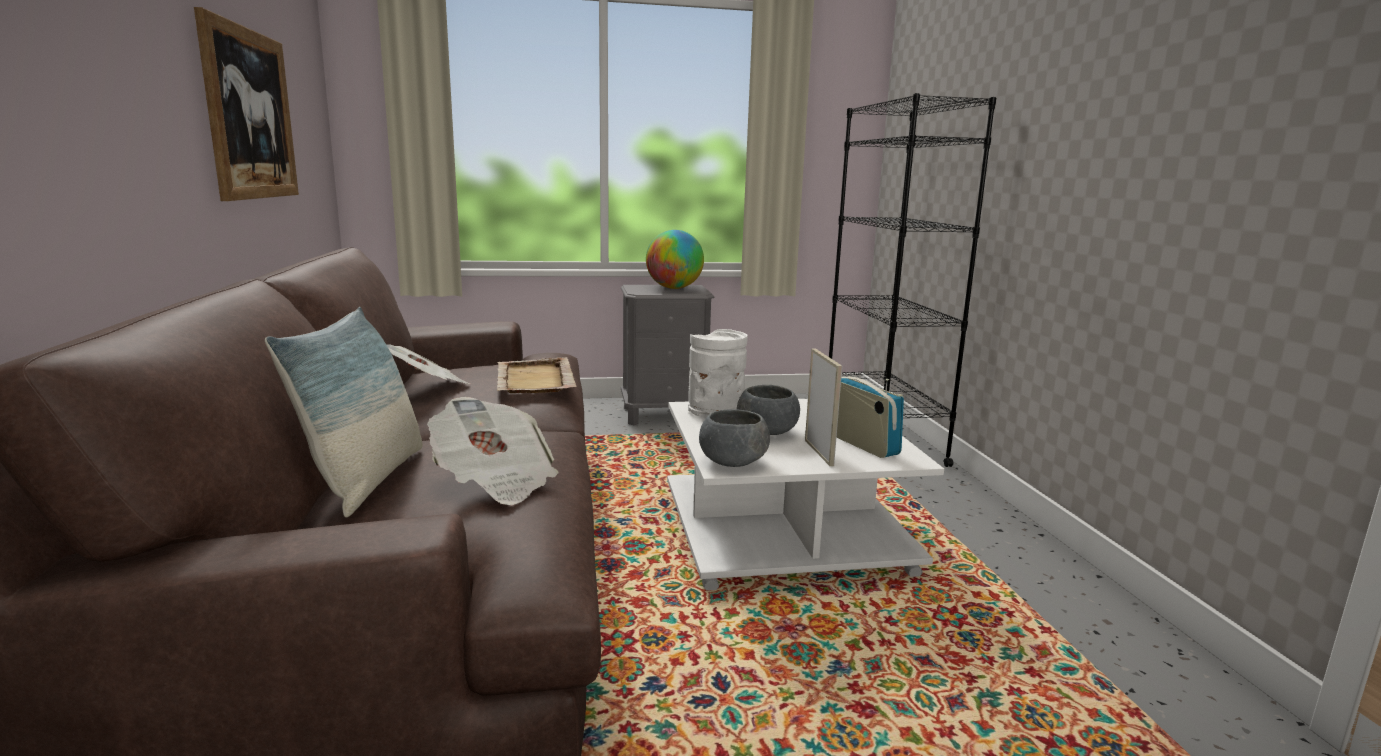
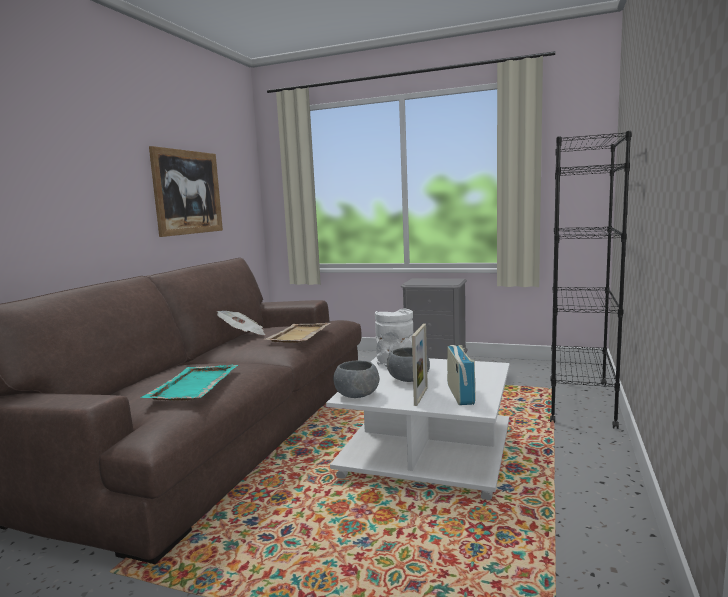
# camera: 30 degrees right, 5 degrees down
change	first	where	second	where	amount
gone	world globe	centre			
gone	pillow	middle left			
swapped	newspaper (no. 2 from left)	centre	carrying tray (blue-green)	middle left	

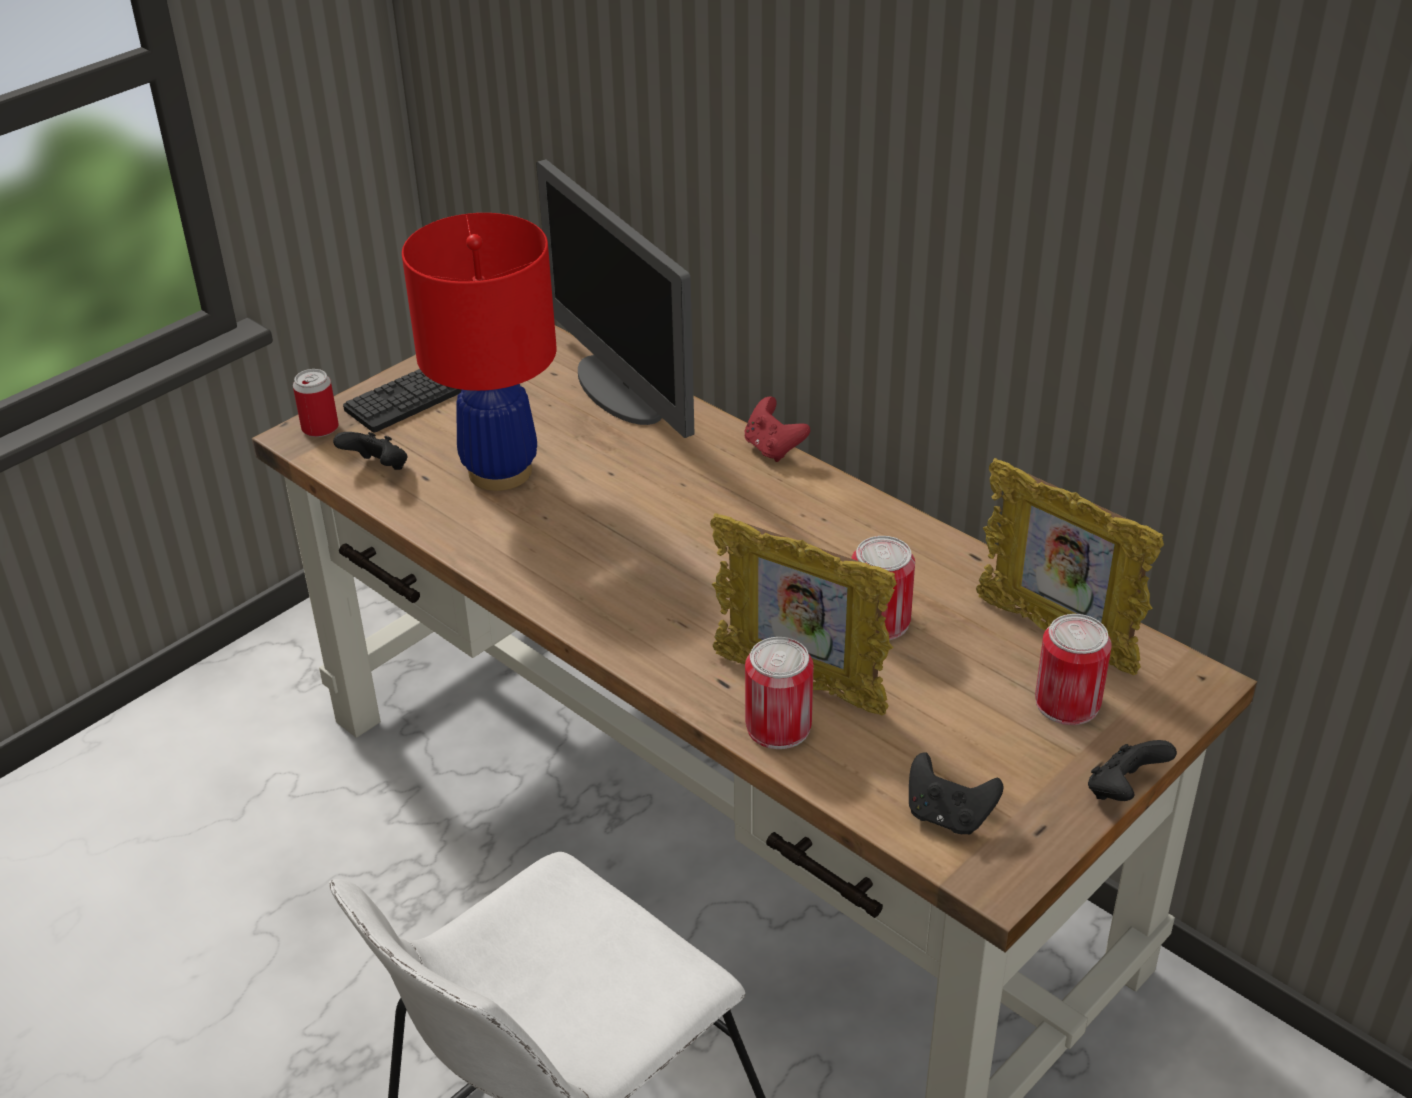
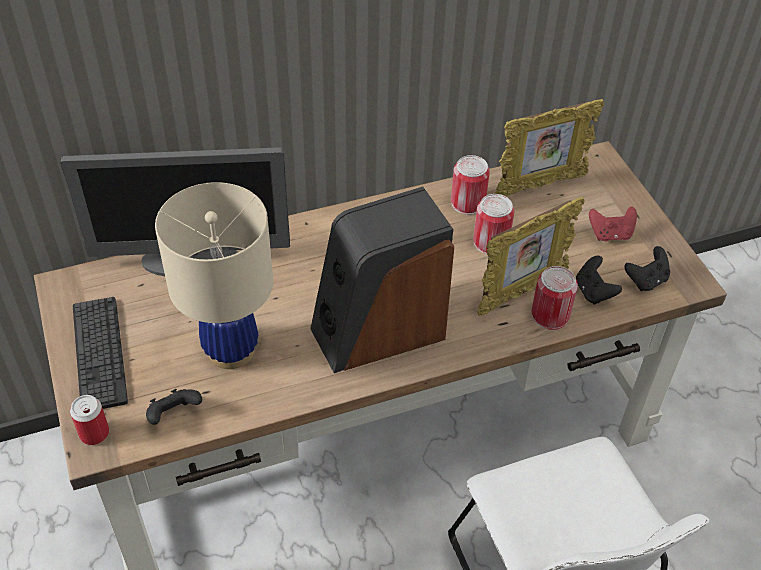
# camera: 65 degrees left, 10 degrees up
change	first	where	second	where	amount
repainted	tabletop lamp (reddish)	top centre	tabletop lamp (sand-coloured)	middle left	
shifted	gamepad (reddish)	centre		middle right	
shifted	sealed can (no. 4 from left in the first image)	middle right	sealed can (no. 2 from left)	top centre	
shifted	gamepad (black) (no. 3 from left in the first image)	bottom right	gamepad (black) (no. 2 from left)	middle right	
new			speaker	centre	

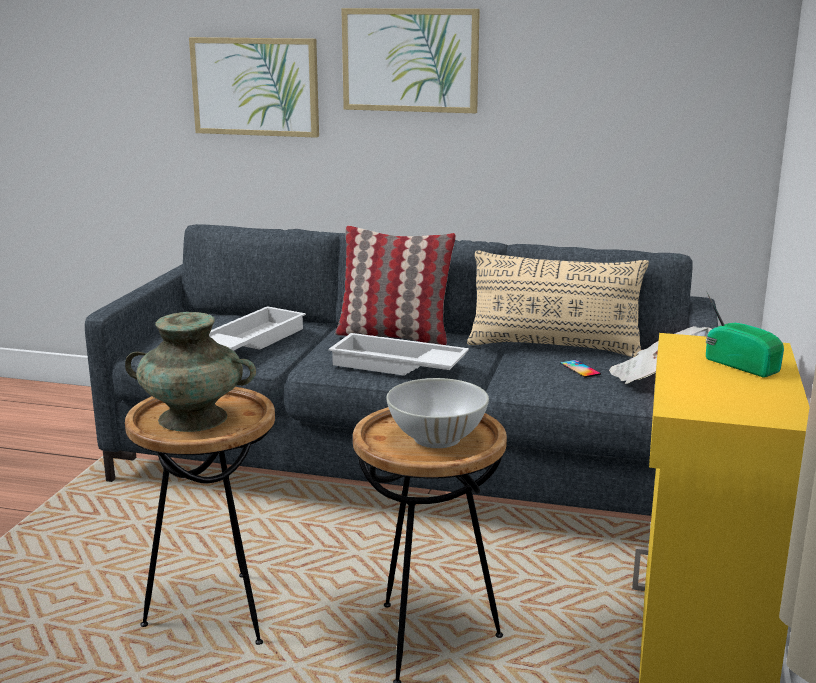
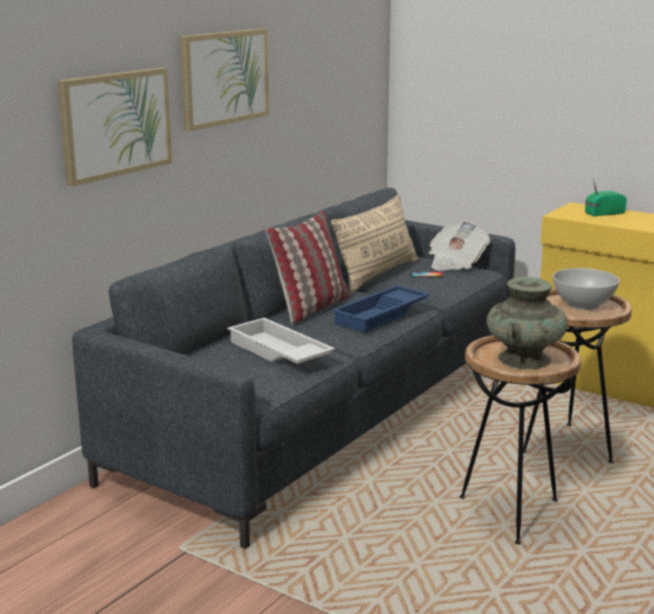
# camera: 70 degrees left, 0 degrees up
change	first	where	second	where	amount
repainted	carrying tray (whitish) (no. 2 from left)	centre	carrying tray (bluish)	centre	

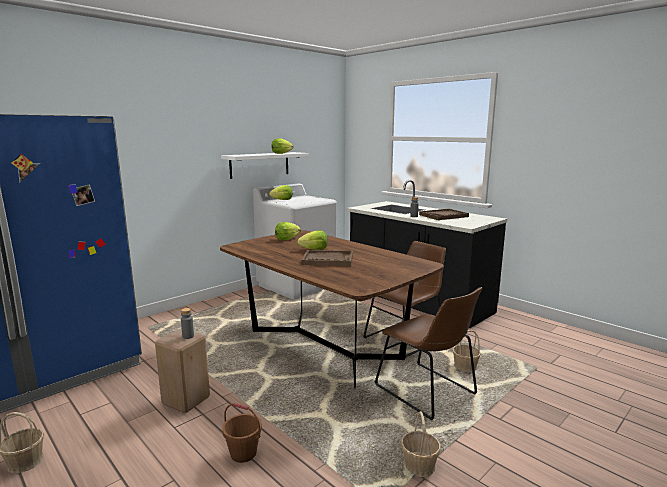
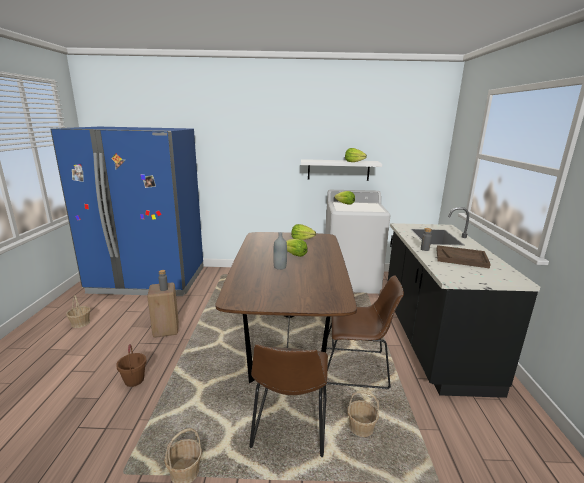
# camera: 45 degrees right, 5 degrees up
change	first	where	second	where	amount
swapped	carrying tray (brownish) (no. 1 from left)	centre	drink bottle (gray) (no. 2 from left)	centre	

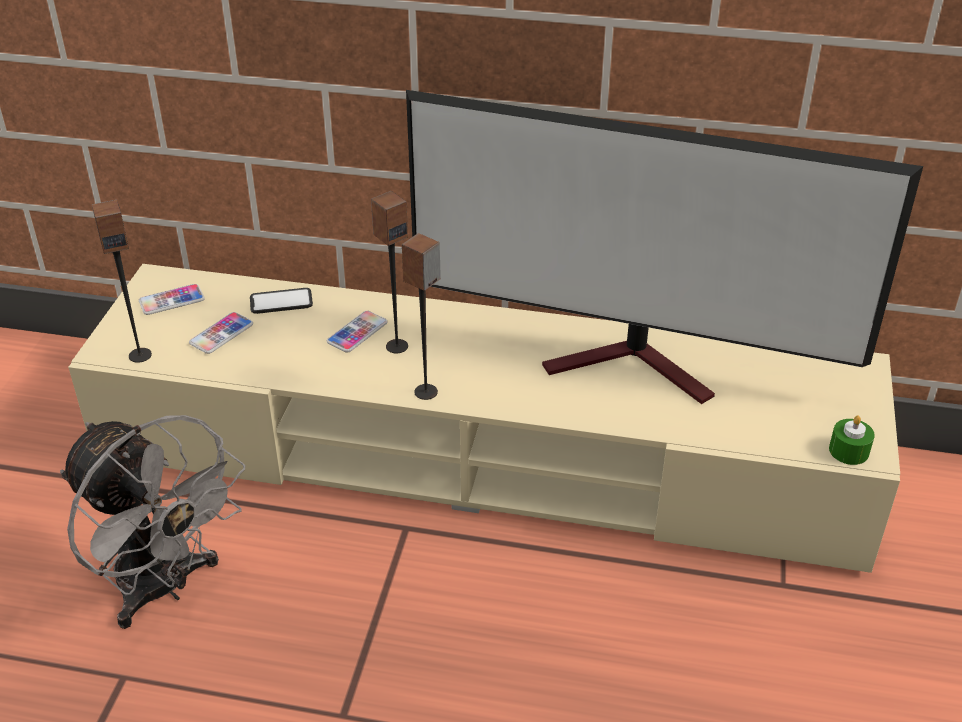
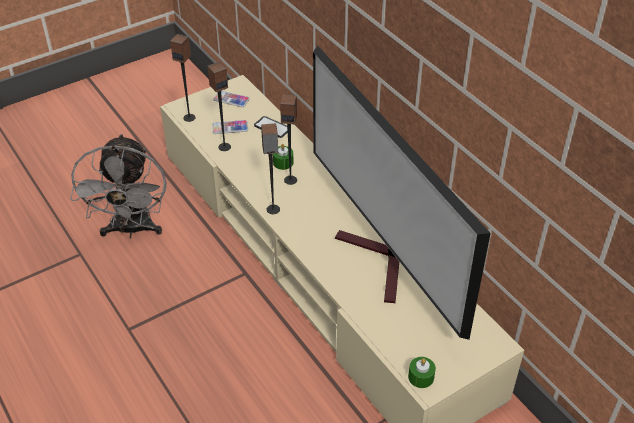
# camera: 45 degrees right, 5 degrees up
change	first	where	second	where	amount
swapped	telephone (no. 4 from left)	centre	wax light (green-coloured) (no. 1 from left)	centre	
new			speaker (no. 2 from left)	top centre	

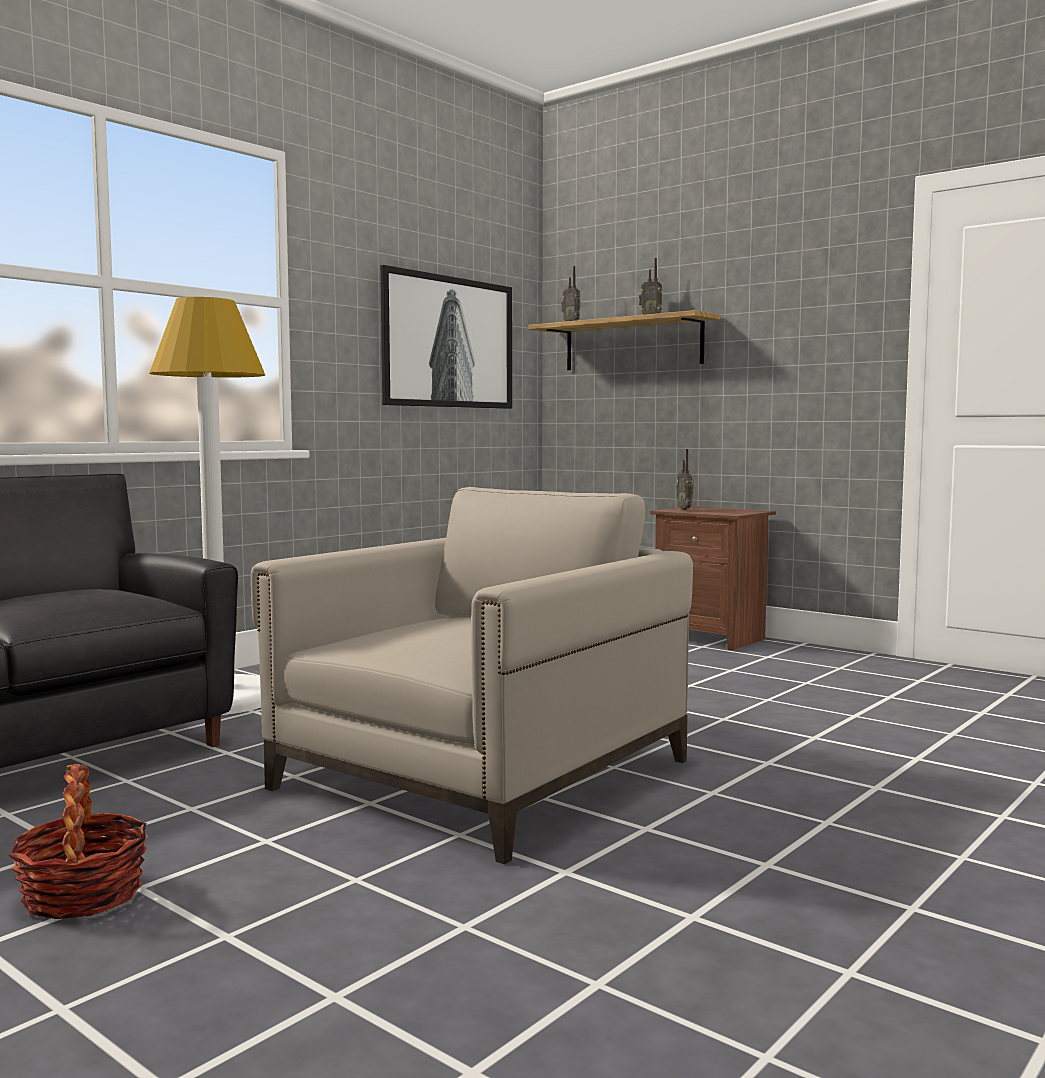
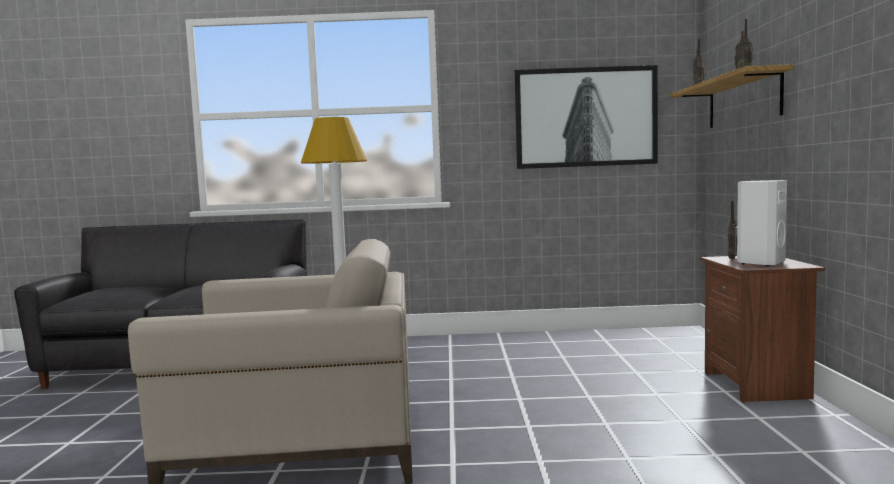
# camera: 50 degrees right, 0 degrees up
change	first	where	second	where	amount
gone	basket	bottom left			
new			speaker (whitish)	middle right	

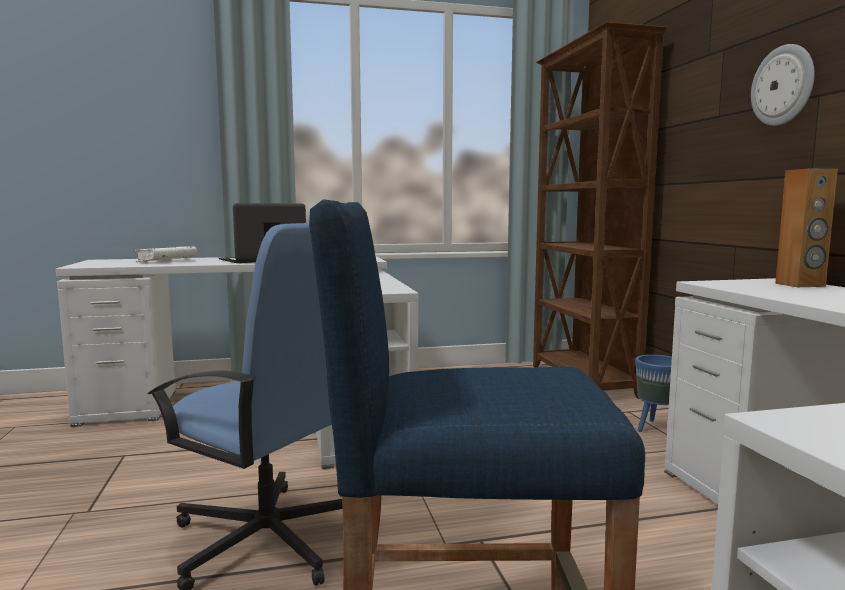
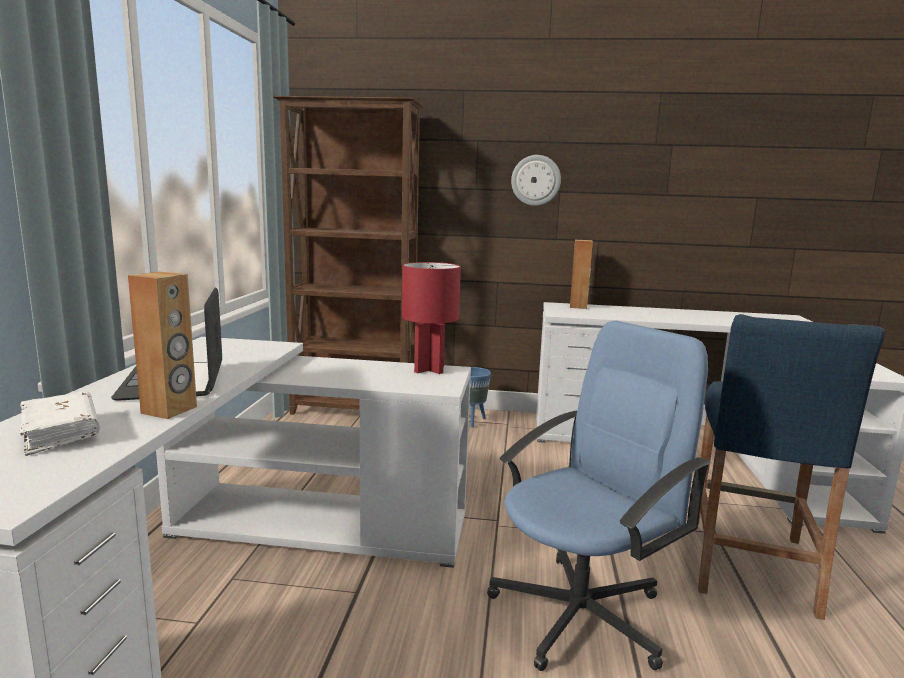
# camera: 70 degrees left, 5 degrees up
change	first	where	second	where	amount
new			tabletop lamp (reddish)	centre	
new			speaker (brownish) (no. 1 from left)	middle left	

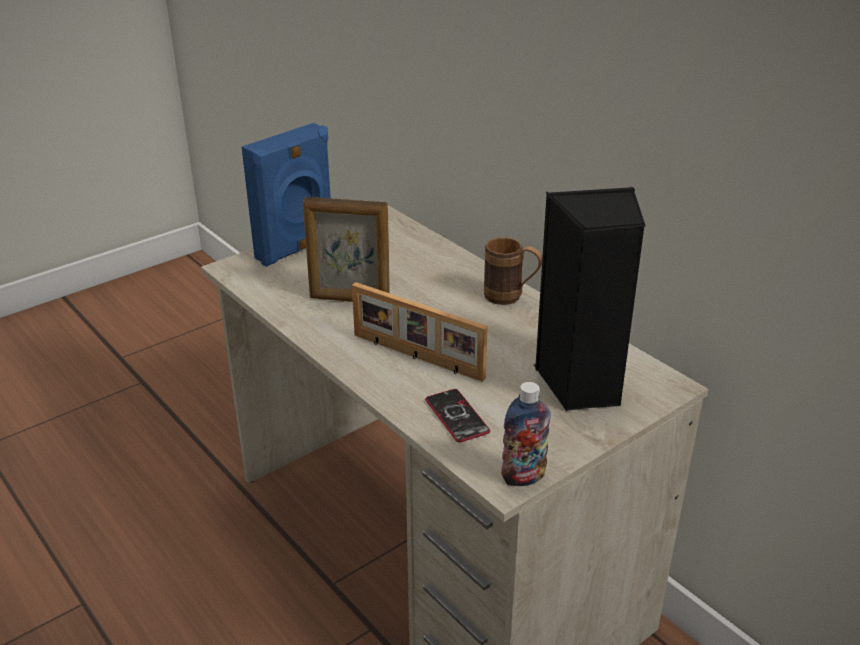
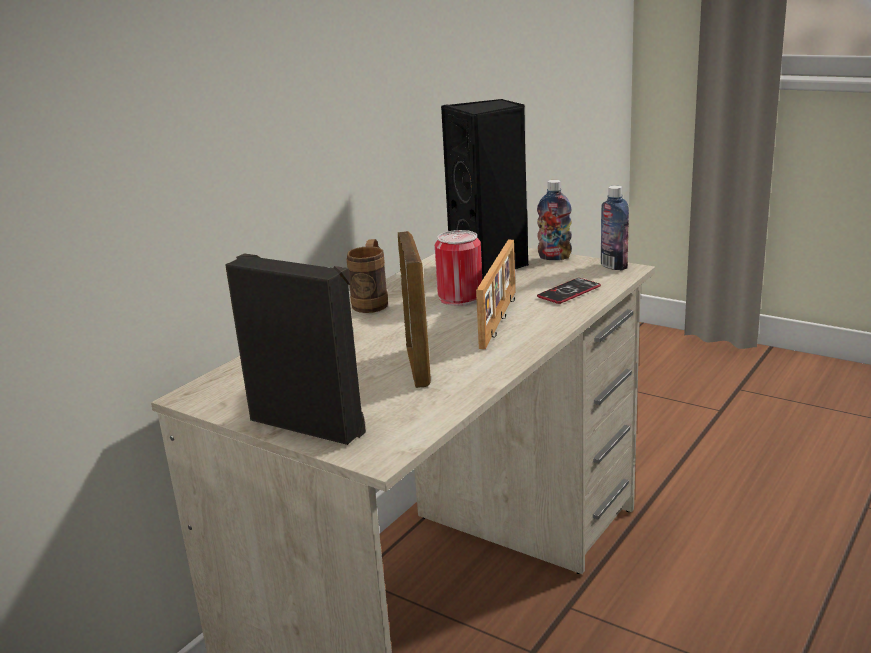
# camera: 105 degrees left, 10 degrees down
change	first	where	second	where	amount
repainted	speaker (bluish)	top left	speaker (black) (no. 1 from left)	centre	
new			drink bottle (no. 1 from left)	centre	
new			sealed can	centre	

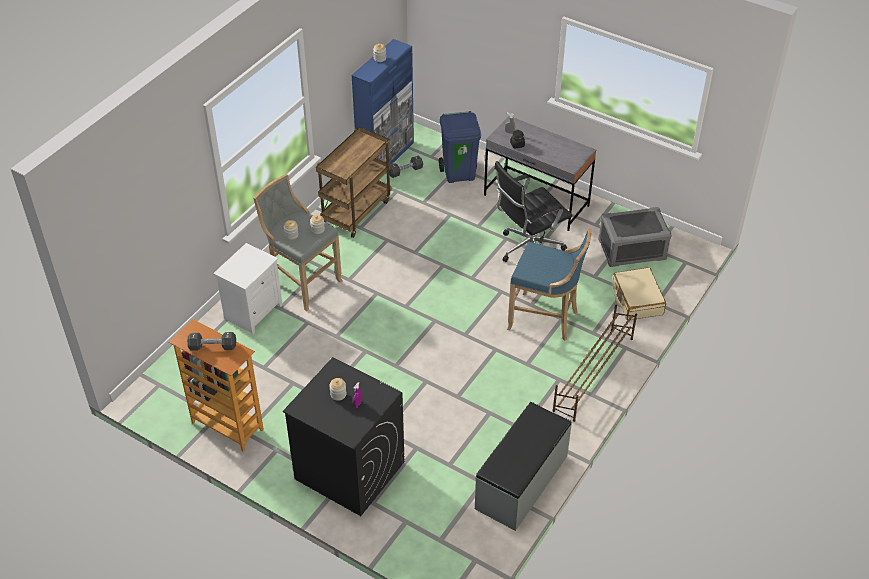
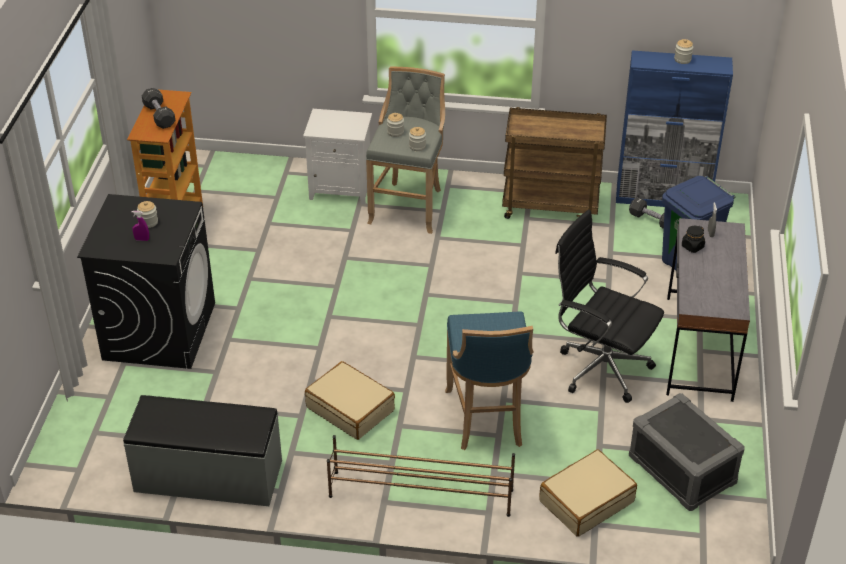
# camera: 65 degrees right, 5 degrees down
change	first	where	second	where	amount
new			suitcase (sand-coloured) (no. 1 from left)	bottom centre	

